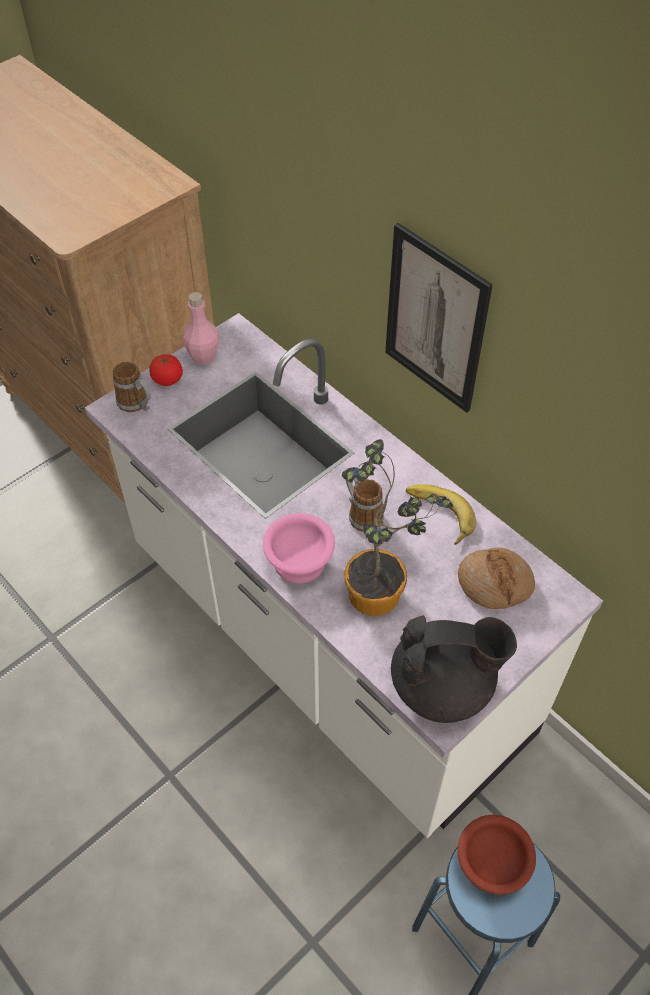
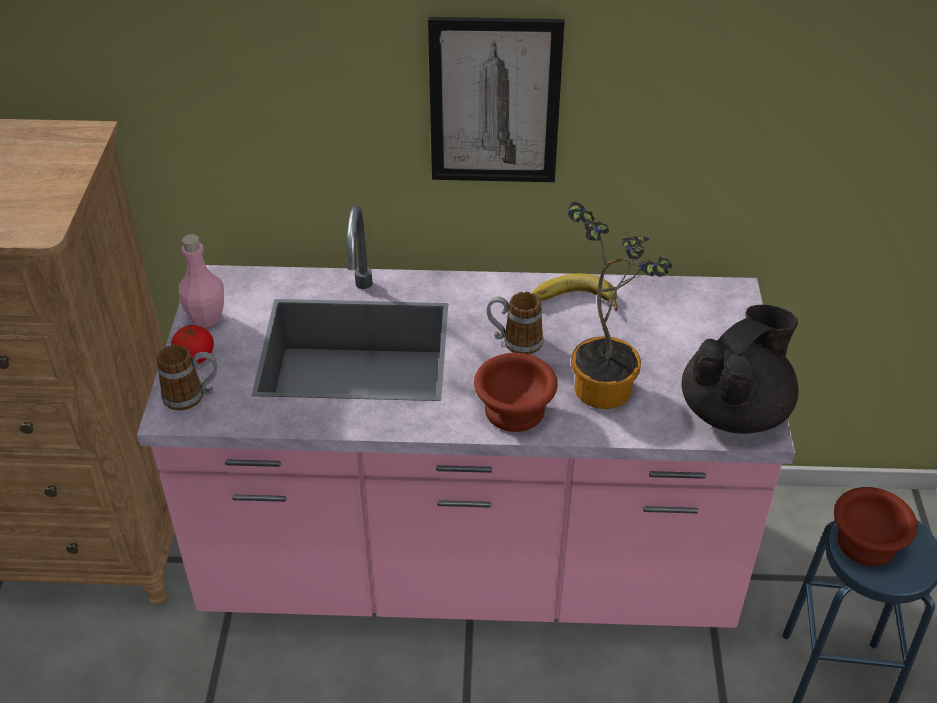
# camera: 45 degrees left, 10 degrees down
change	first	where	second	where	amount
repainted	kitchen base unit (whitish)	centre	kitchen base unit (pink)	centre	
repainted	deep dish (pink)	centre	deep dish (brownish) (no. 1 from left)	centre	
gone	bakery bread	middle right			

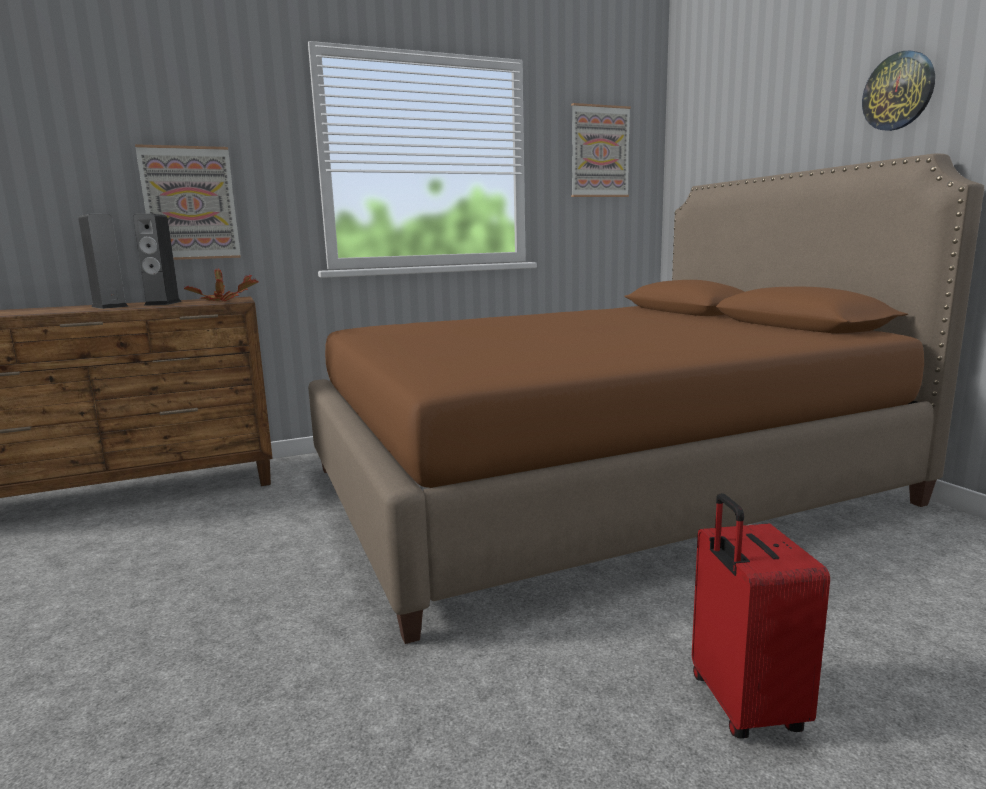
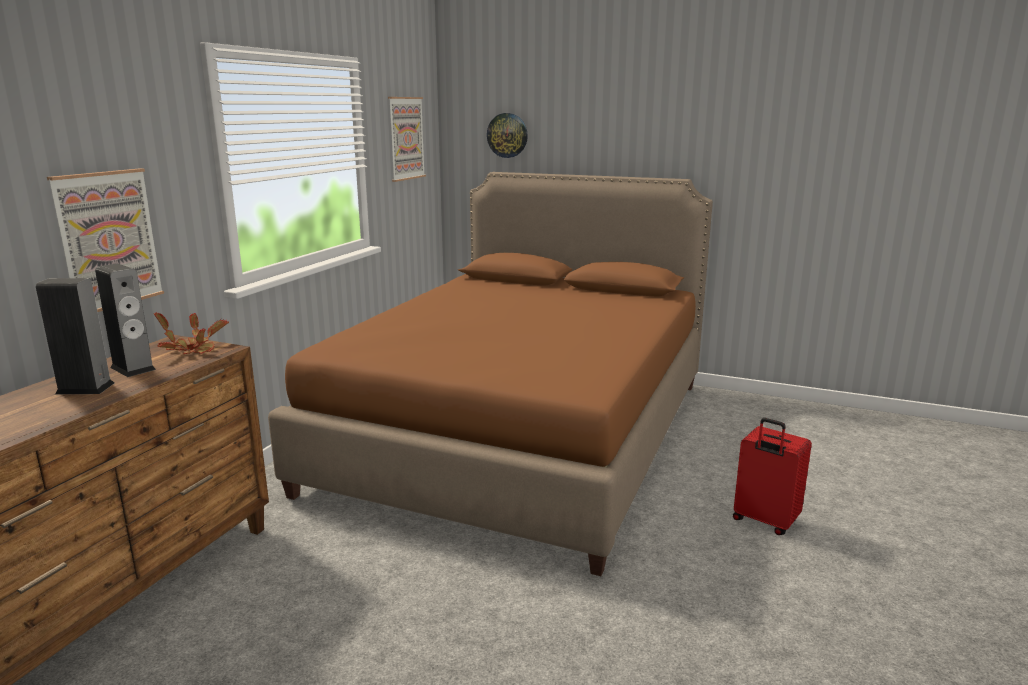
# camera: 45 degrees left, 5 degrees up
change	first	where	second	where	amount
shifted	clock on the wall	top right		top centre	

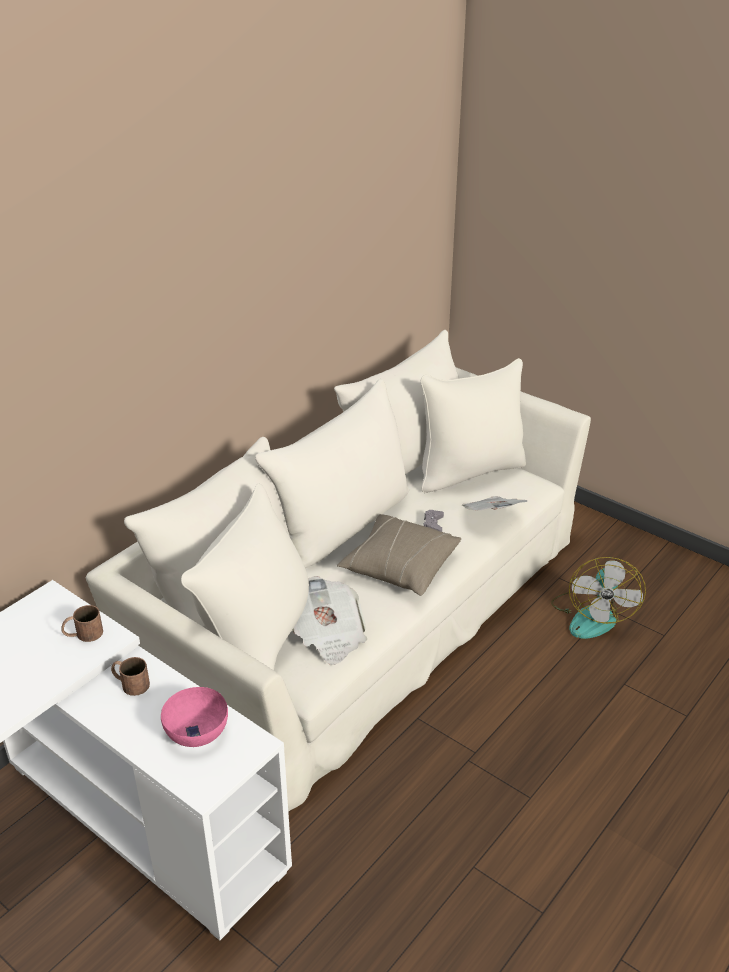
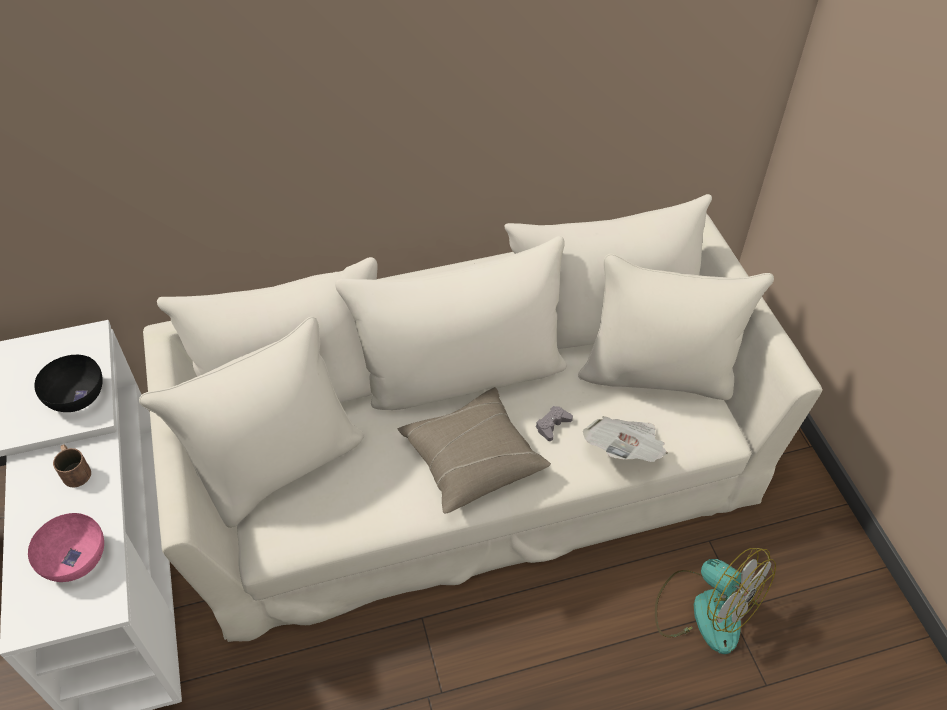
# camera: 35 degrees right, 15 degrees up
change	first	where	second	where	amount
rotated	electric fan	middle right		bottom right	90 degrees counterclockwise
gone	newspaper (no. 1 from left)	centre			
swapped	mug (brownish) (no. 1 from left)	middle left	deep dish (black)	middle left	

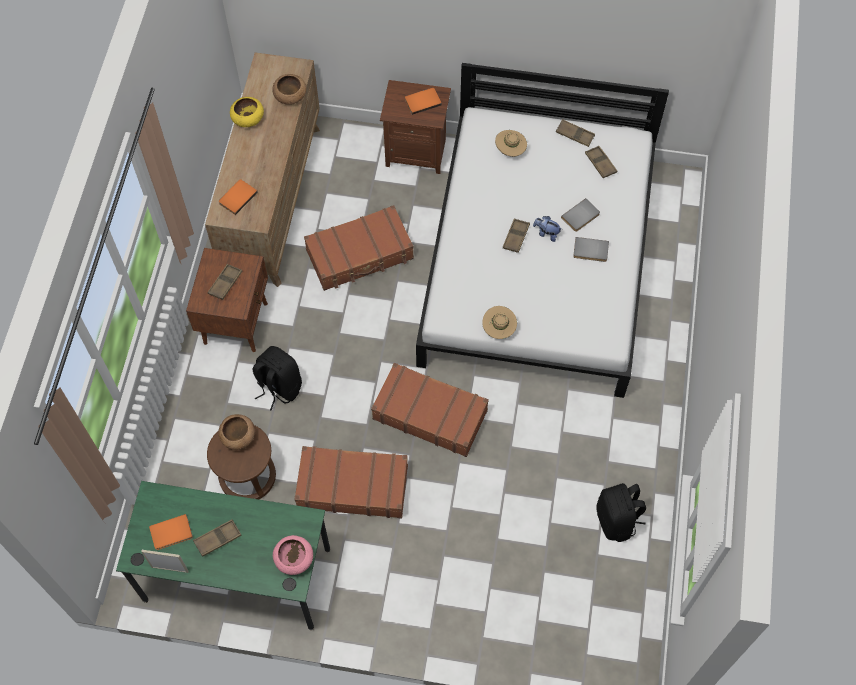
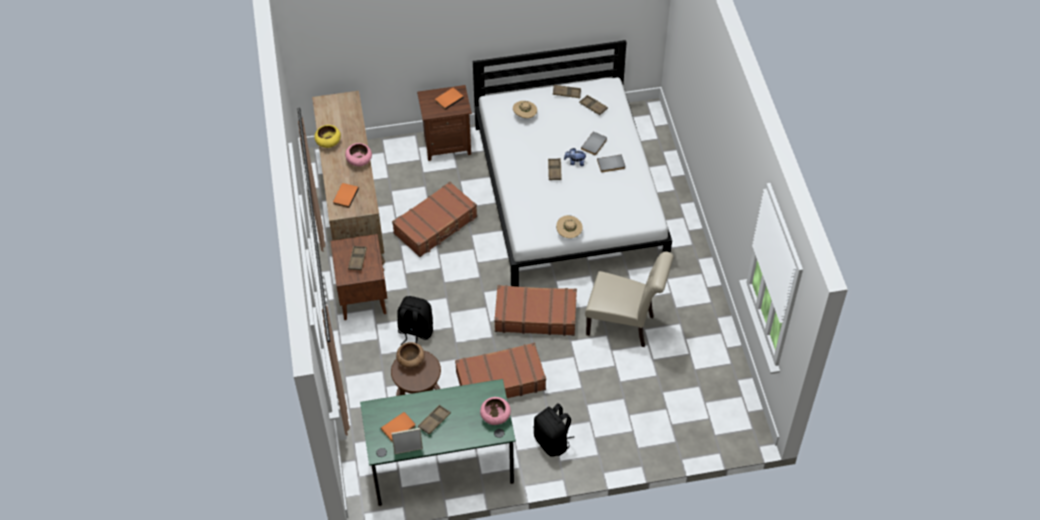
# camera: 20 degrees left, 10 degrees down
change	first	where	second	where	amount
gone	deep dish (brownish) (no. 2 from left)	top centre			
shifted	rucksack (black) (no. 2 from left)	bottom right		bottom centre	
new			deep dish (pink) (no. 1 from left)	top centre	
new			plain chair (sand-coloured)	centre	

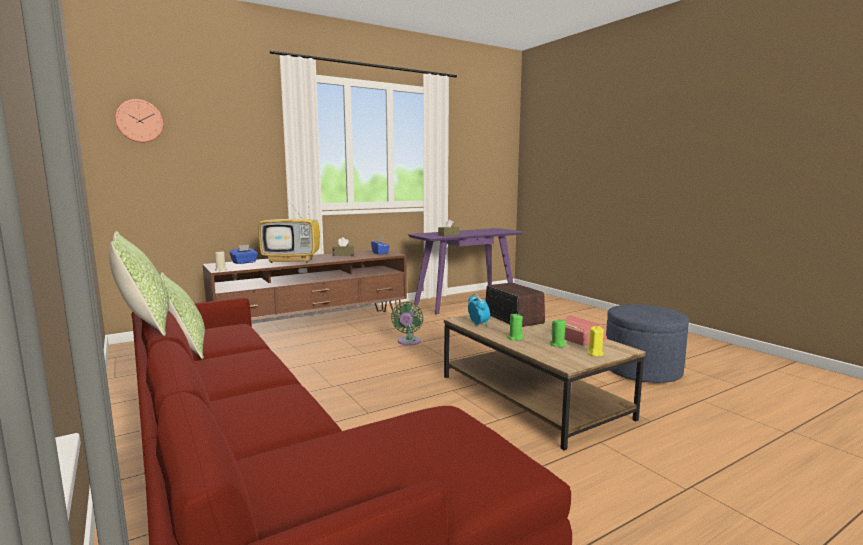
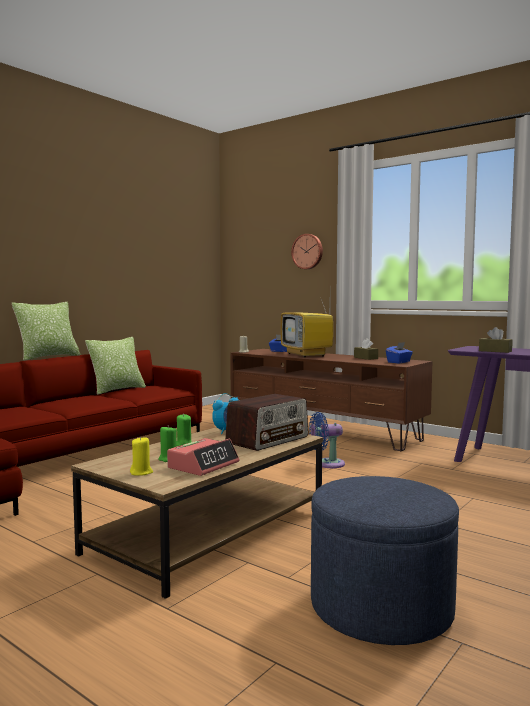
# camera: 70 degrees right, 5 degrees down
change	first	where	second	where	amount
shifted	clock on the wall	top left		centre	
repainted	electric fan (green-coloured)	centre	electric fan (bluish)	centre	

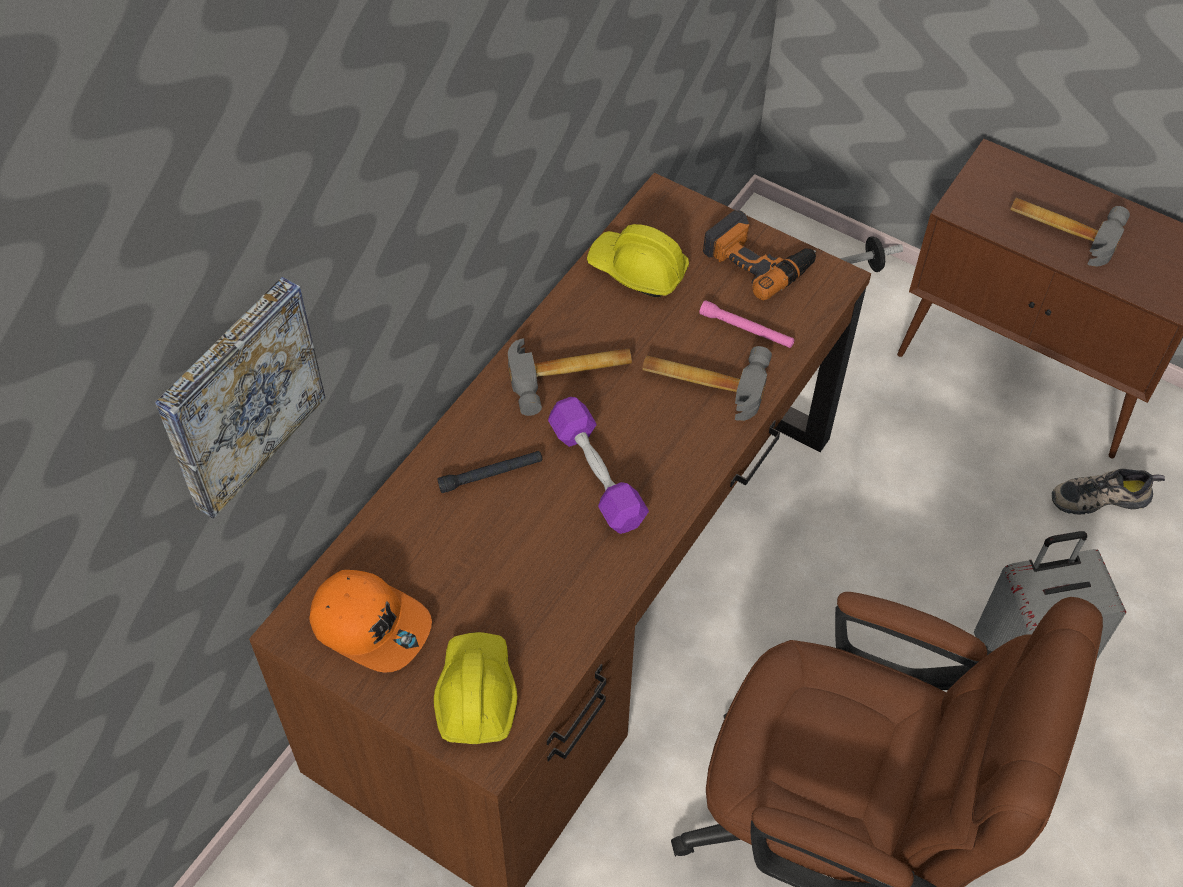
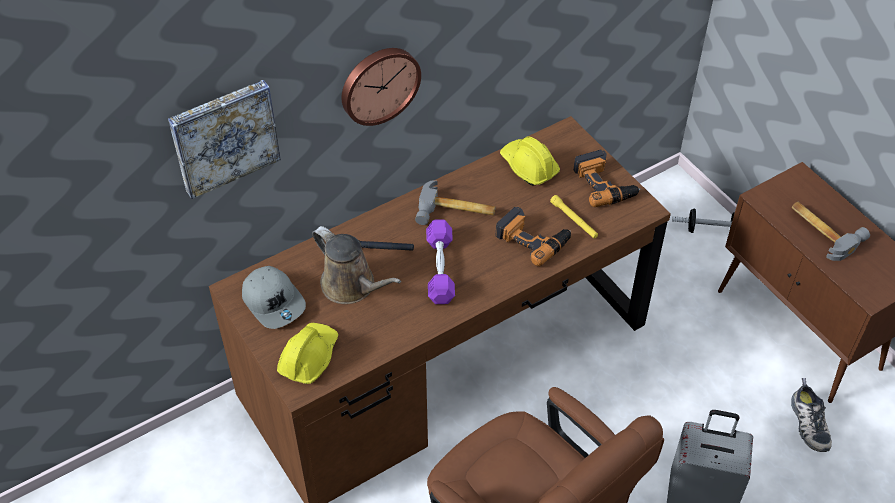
# camera: 25 degrees right, 5 degrees down
change	first	where	second	where	amount
repainted	torch (pink)	centre	torch (yellowish)	centre	
swapped	hand hammer (no. 2 from left)	centre	drill (no. 1 from left)	centre	
rotated	item of footwear	middle right		bottom right	120 degrees counterclockwise
repainted	peaked cap (orangey)	bottom left	peaked cap (gray)	middle left	
new			clock on the wall	top centre	
new			watering pot (brownish)	centre	

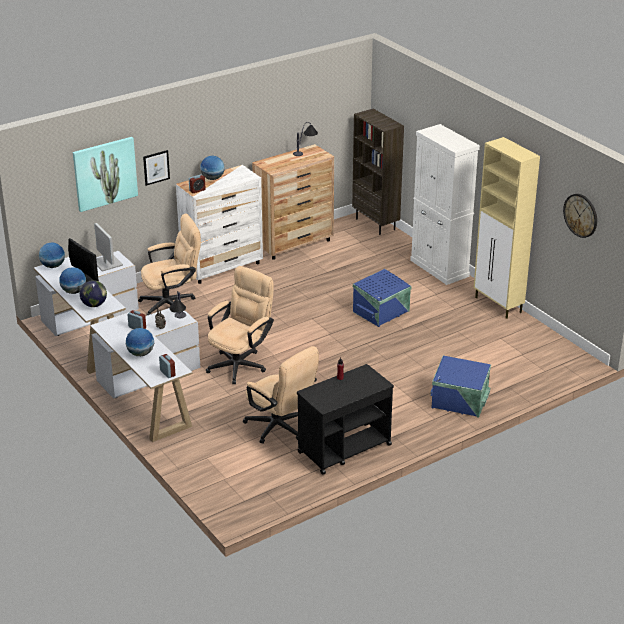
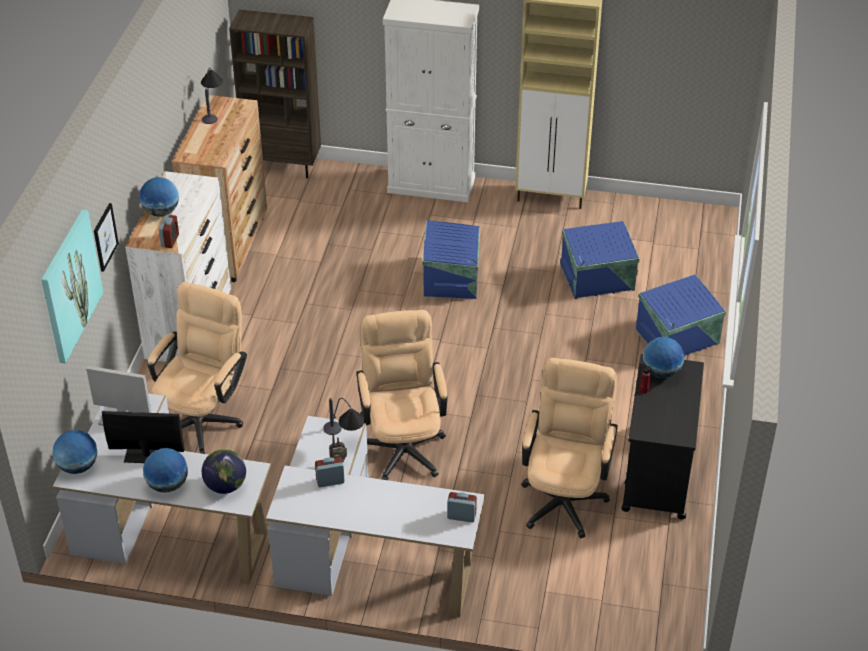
# camera: 45 degrees left, 10 degrees up
change	first	where	second	where	amount
gone	clock on the wall	middle right			
shifted	world globe (no. 4 from left in the first image)	middle left	world globe (no. 5 from left)	middle right	
rotated	desk chair (sand-coloured) (no. 3 from left)	centre		bottom centre	75 degrees counterclockwise
new			storage box (bluish) (no. 2 from left)	middle right	

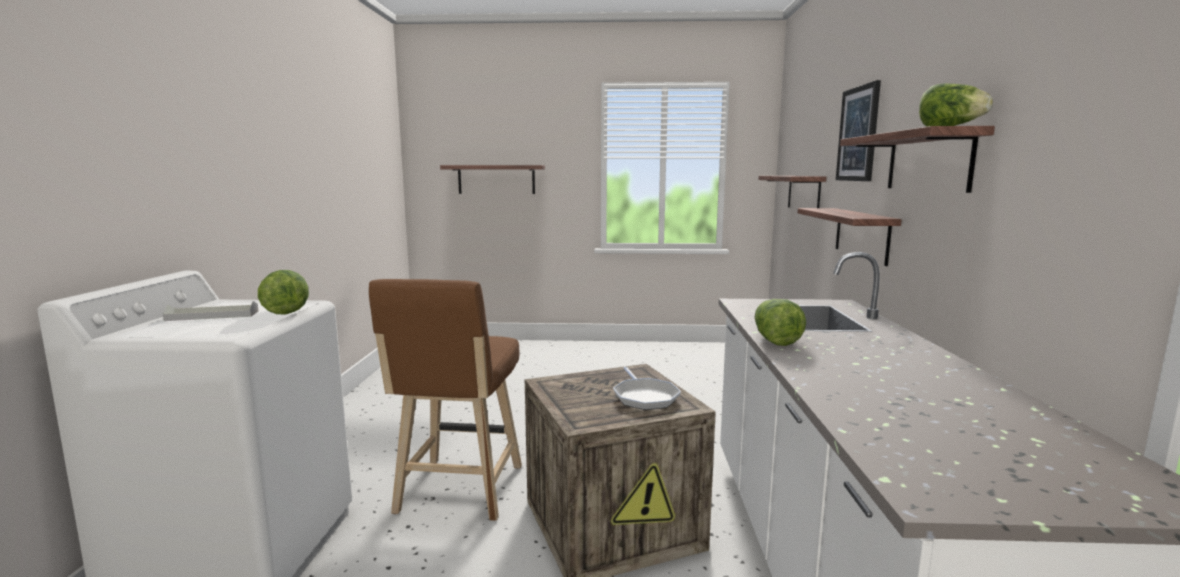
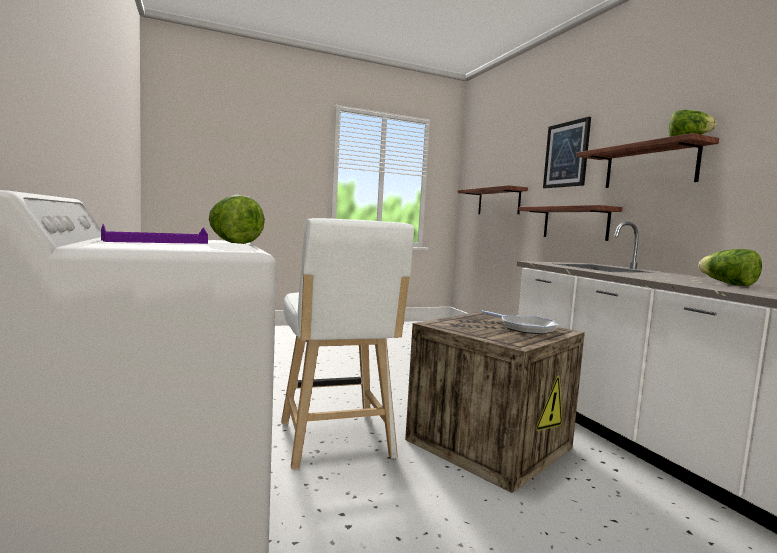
# camera: 25 degrees left, 5 degrees down
change	first	where	second	where	amount
gone	shelf (no. 1 from left)	top centre			
repainted	stool seat (brownish)	bottom centre	stool seat (whitish)	centre	
shifted	head of lettuce (no. 2 from left in the first image)	centre	head of lettuce (no. 3 from left)	middle right	
repainted	carrying tray (gray)	middle left	carrying tray (purple-coloured)	middle left	

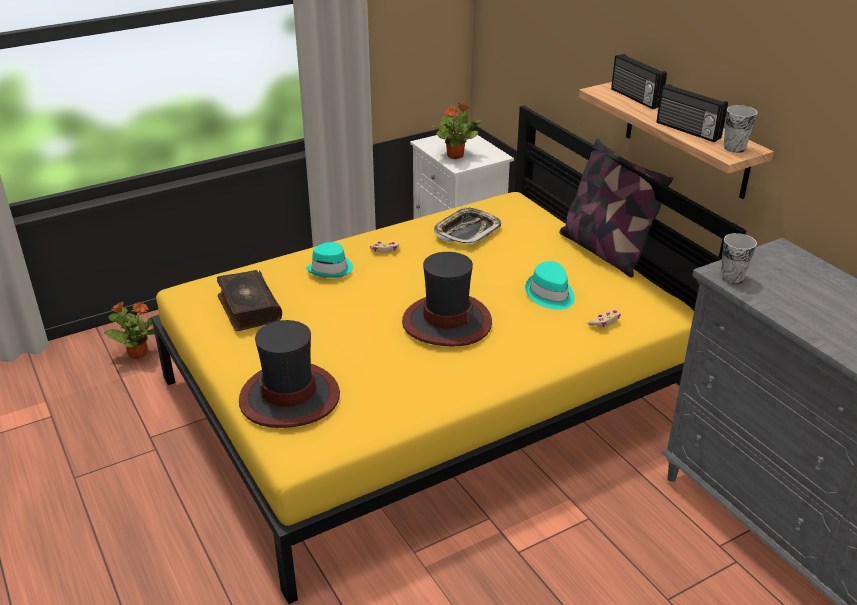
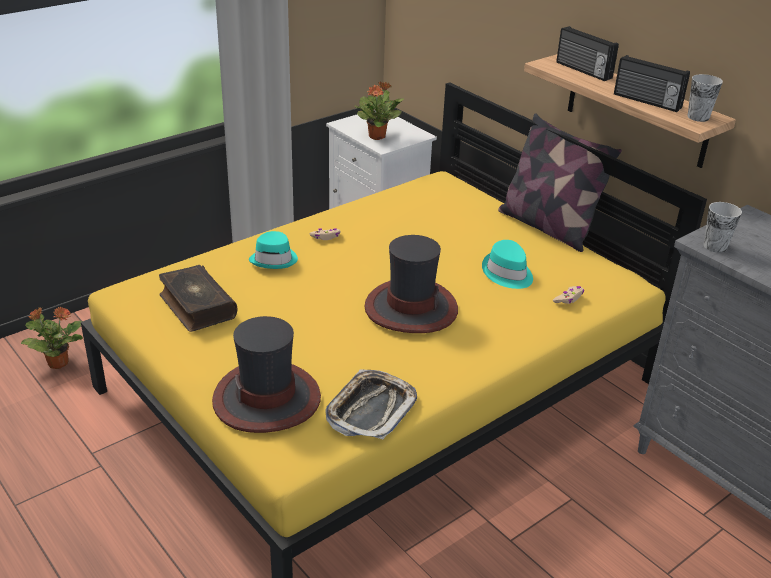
# camera: 10 degrees left, 0 degrees up
change	first	where	second	where	amount
shifted	carrying tray	centre		bottom centre	

